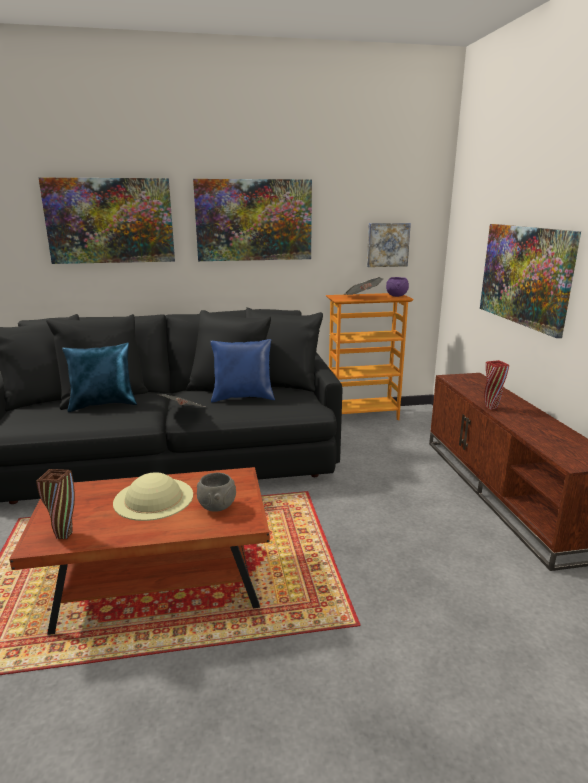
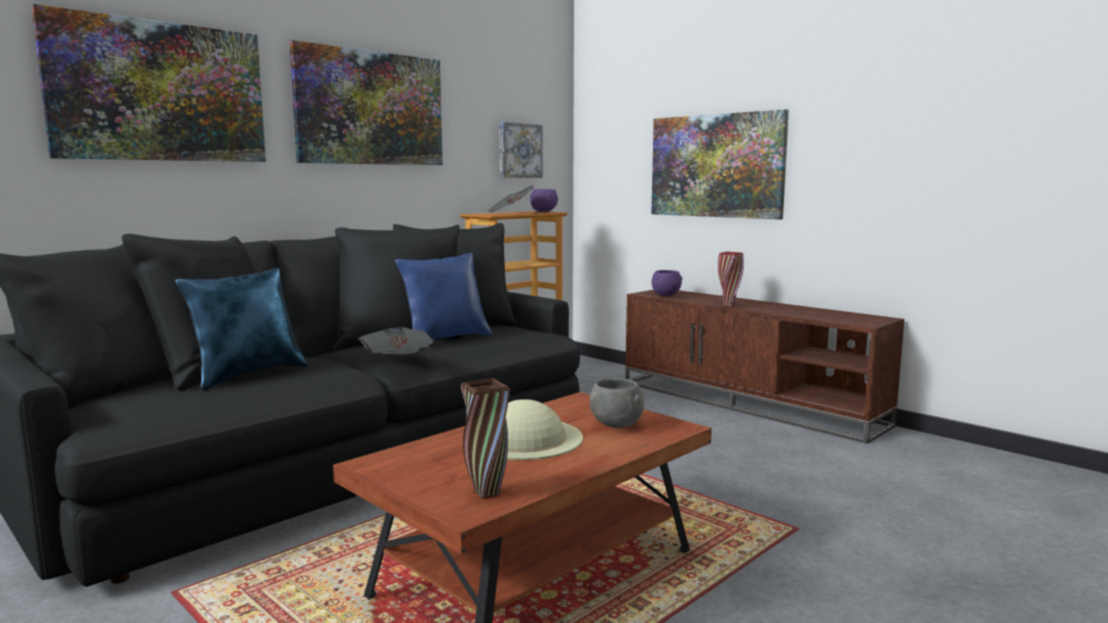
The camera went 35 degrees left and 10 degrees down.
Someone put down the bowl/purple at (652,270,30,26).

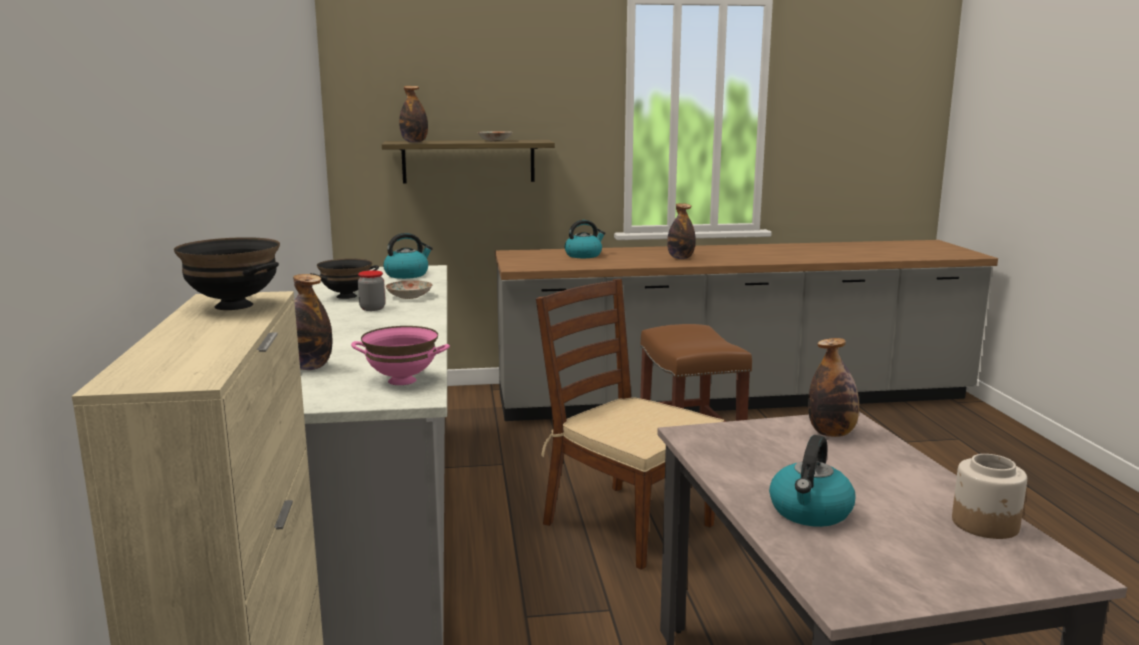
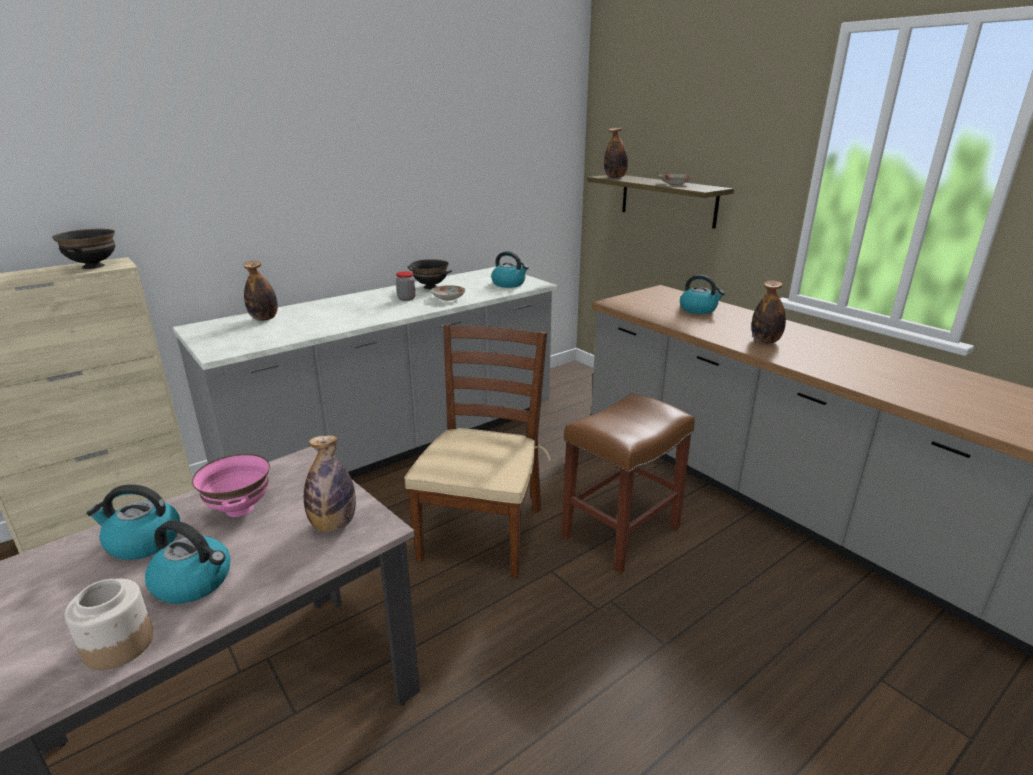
The camera went 60 degrees right and 10 degrees up.
Someone put down the kettle at (145,520,86,84).
Someone carried the bowl/pink from (351,326,99,59) to (192,454,78,63).

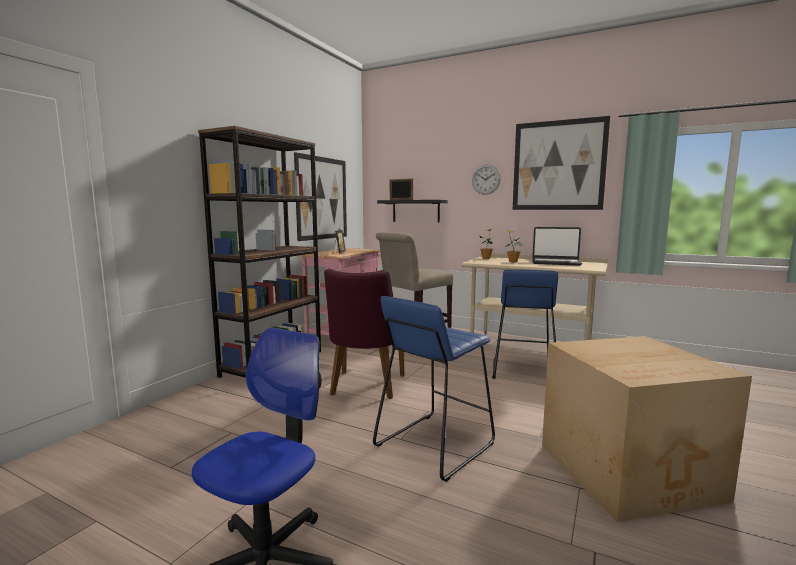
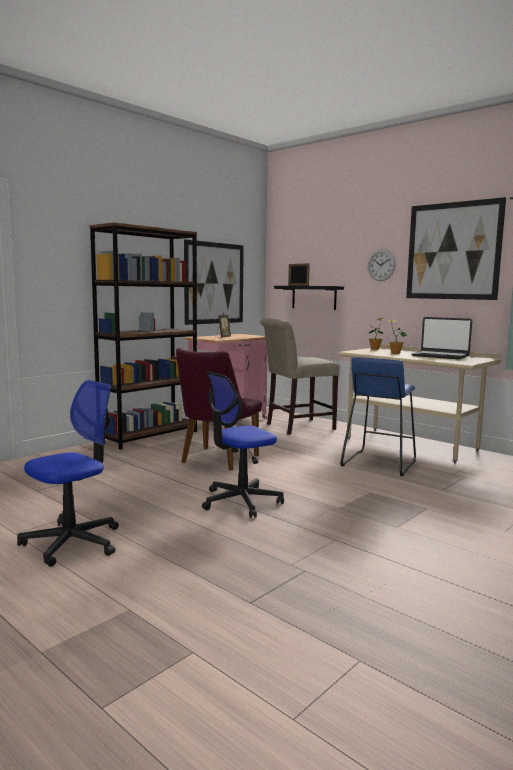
The camera went 15 degrees right and 0 degrees up.
Someone took away the cardboard box at (542,336,210,186).
Someone swapped the stool/blue at (373,296,122,186) for the office chair at (202,371,82,147).

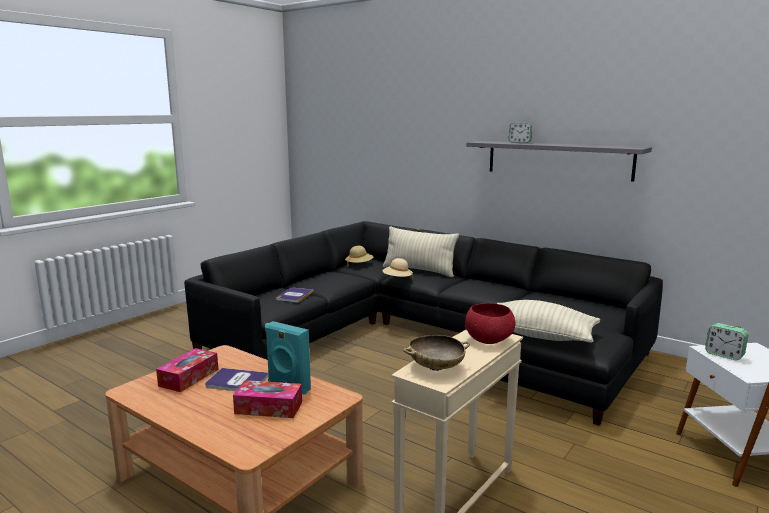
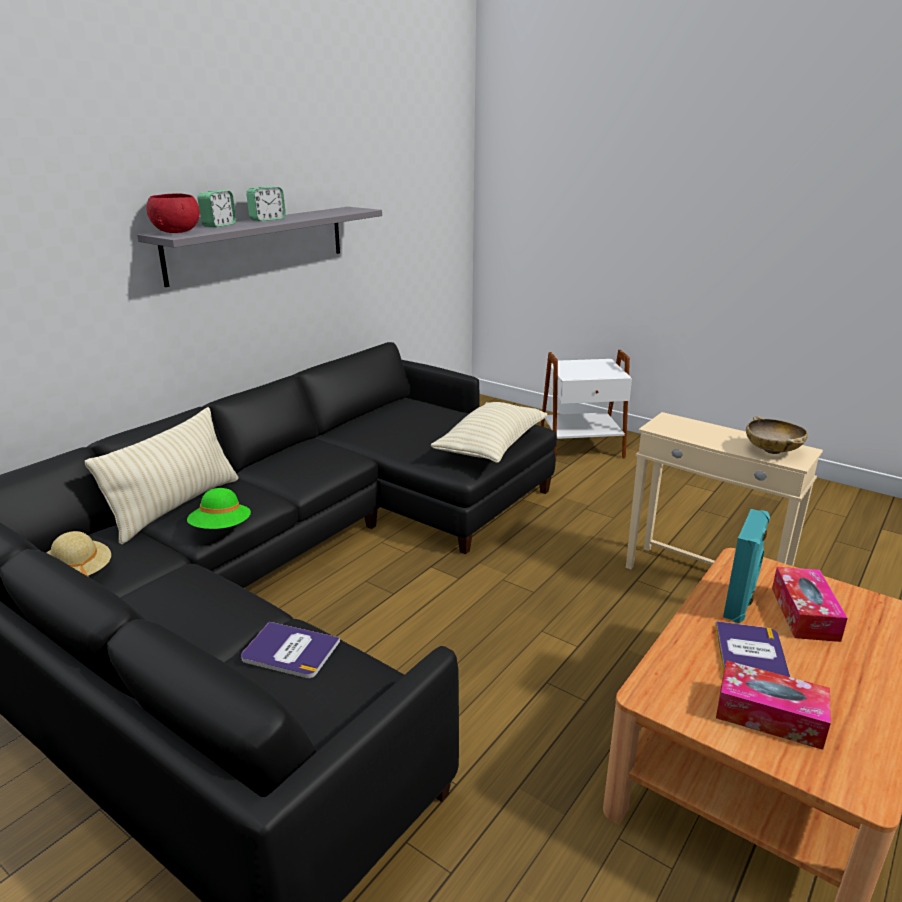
The camera went 90 degrees left and 10 degrees up.
Someone carried the bowl/red from (465,303,50,41) to (146,194,54,39).
Someone carried the alarm clock from (705,323,44,37) to (246,187,40,35).
Someone repainted the hat/beige at (382,258,31,23), which became the hat/green at (187,488,64,41).

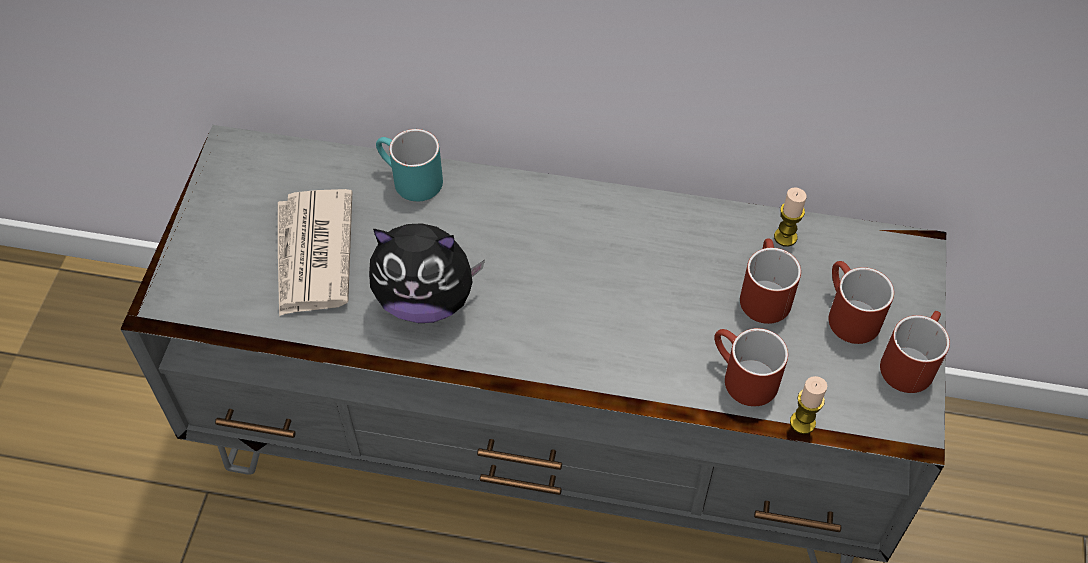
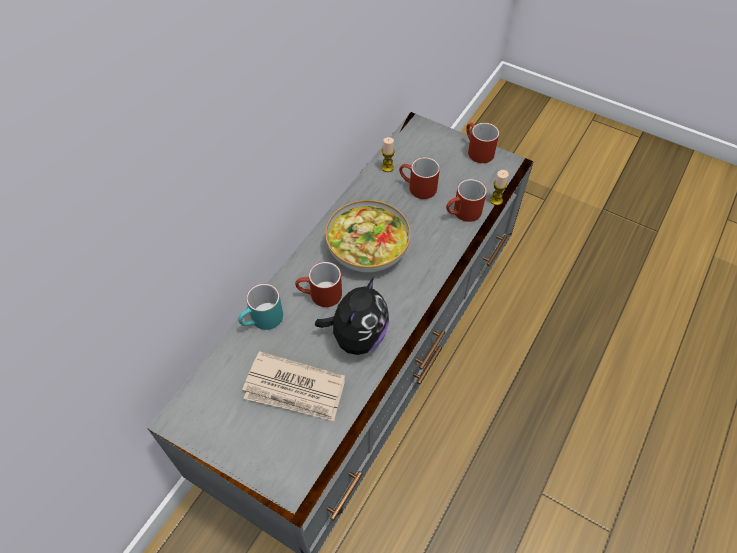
The camera went 70 degrees left and 0 degrees up.
Someone put down the bowl at (325,200,86,72).
Someone carried the mug/red from (829,261,65,83) to (295,262,47,45).

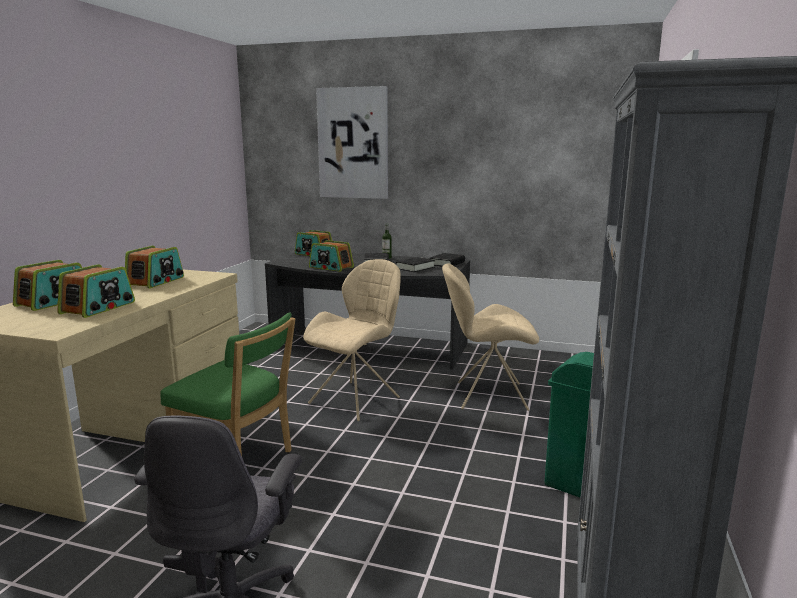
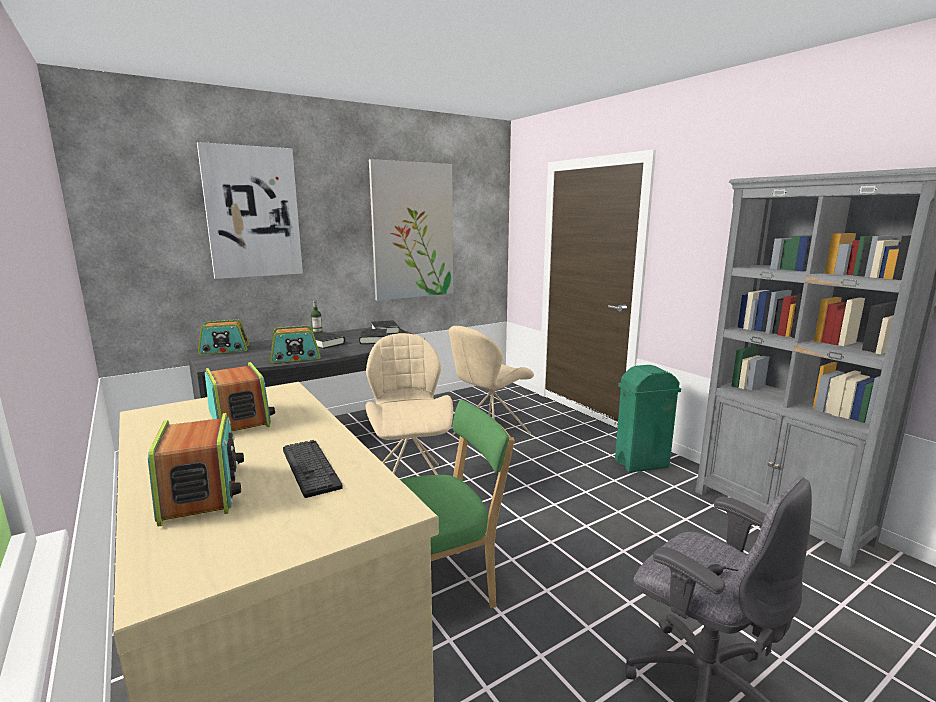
The camera went 50 degrees left and 0 degrees up.
Someone put up the picture at (369,159,84,142).
Someone swapped the radio at (58,264,77,54) for the keyboard at (283,440,60,58).

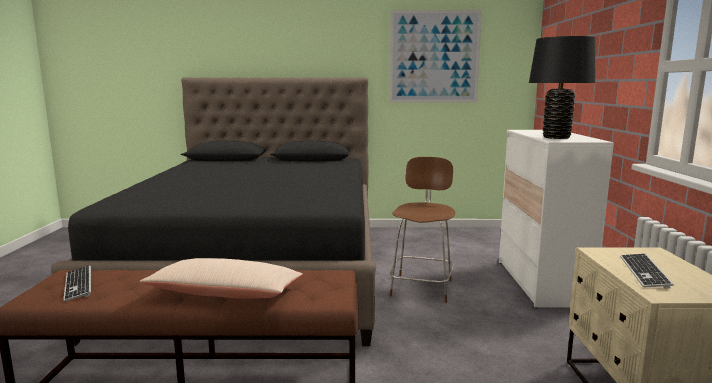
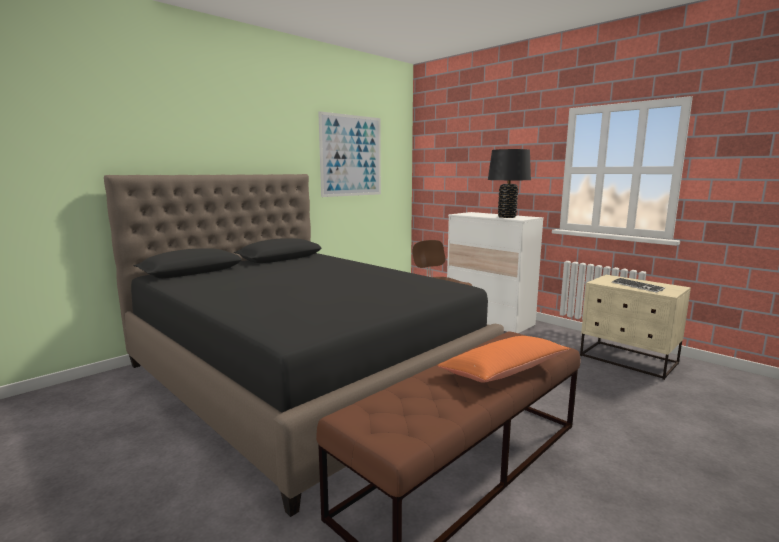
The camera went 45 degrees left and 0 degrees up.
Someone took away the keyboard at (63,265,28,37).
Someone repainted the pillow/beige at (139,258,164,41), which became the pillow/orange at (438,336,132,46).

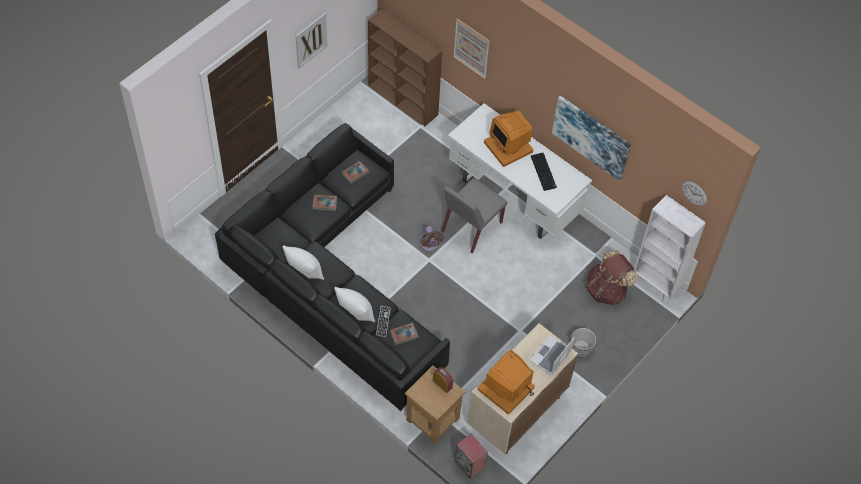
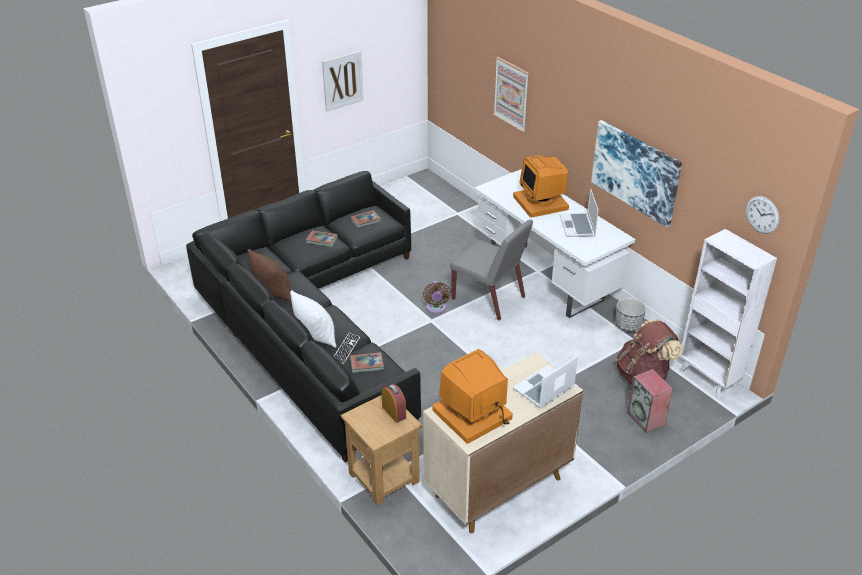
The camera went 15 degrees right and 20 degrees down.
Someone took away the bookcase/brown at (368,9,74,117).
Someone carried the speaker from (454,434,34,45) to (627,369,46,64).
Someone carried the planter from (571,328,25,30) to (615,298,31,34).
Someone swapped the keyboard at (531,153,26,38) for the laptop at (560,189,39,48).
Someone repainted the pillow/white at (283,245,41,35), which became the pillow/brown at (248,249,43,53).
Someone rotated the chair/grey at (441,178,66,75) by 105 degrees counterclockwise.

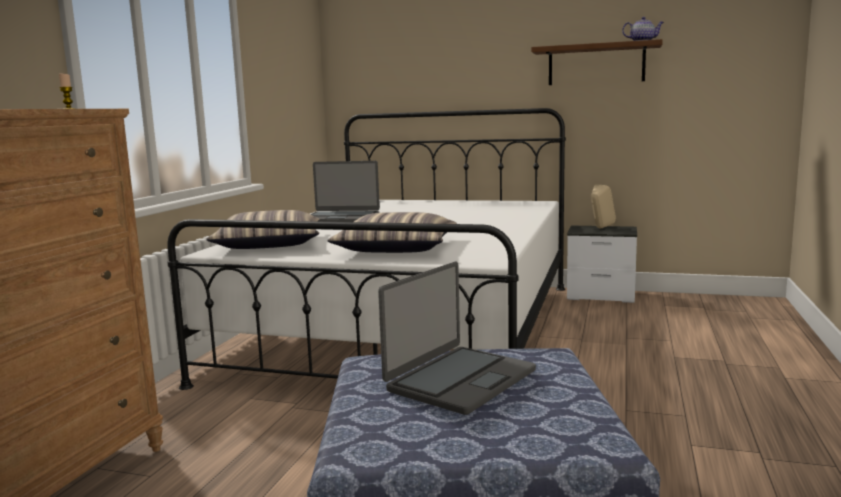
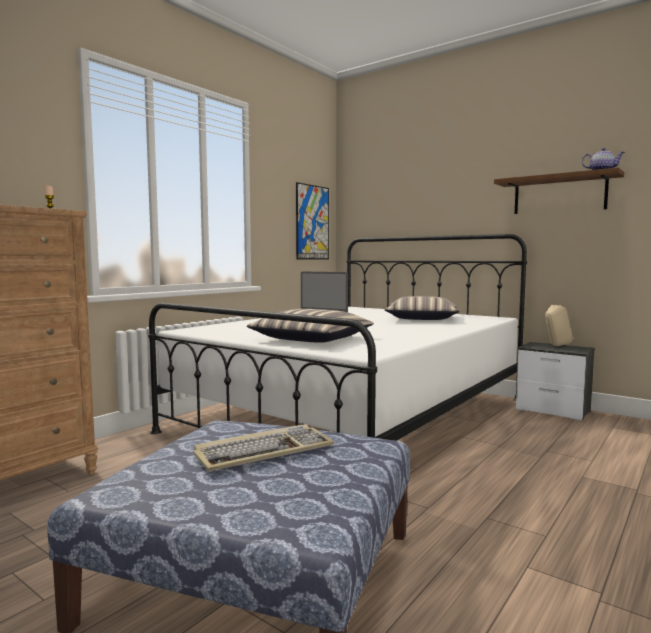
The camera went 20 degrees right and 5 degrees down.
Someone put up the picture at (296,182,33,78).
Someone carried the pillow from (207,210,113,39) to (385,296,75,24).
Someone swapped the laptop at (378,262,158,153) for the keyboard at (193,424,141,48).

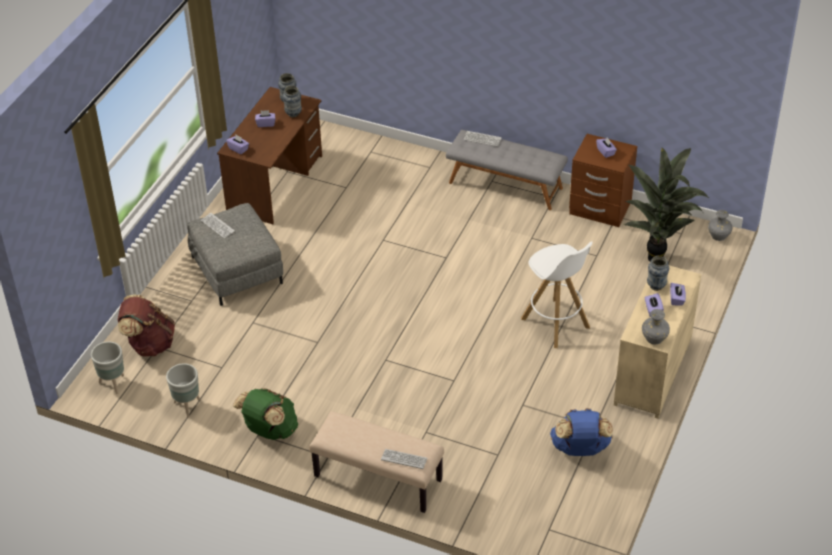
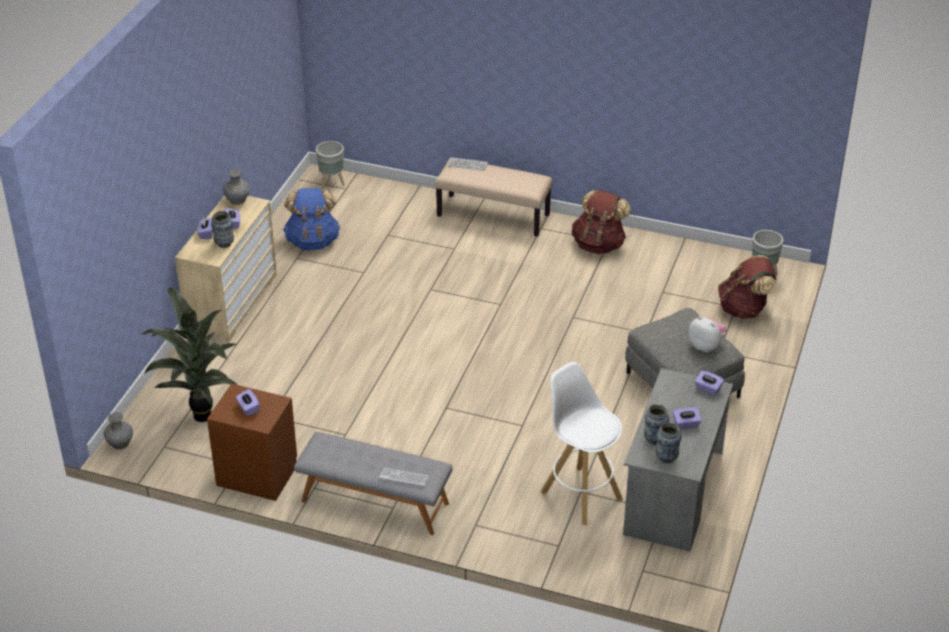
The camera went 175 degrees right and 5 degrees down.
Someone carried the planter/grey from (166,363,34,54) to (316,141,29,48).
Someone carried the stool/white from (521,242,72,106) to (541,362,82,163).
Someone swapped the keyboard at (201,213,34,26) for the plush toy at (688,316,39,37).
Someone repainted the desk/brown at (217,87,105,137), which became the desk/grey at (623,368,110,183).
Someone repainted the backpack/green at (233,388,65,52), which became the backpack/brown at (572,190,59,64).

